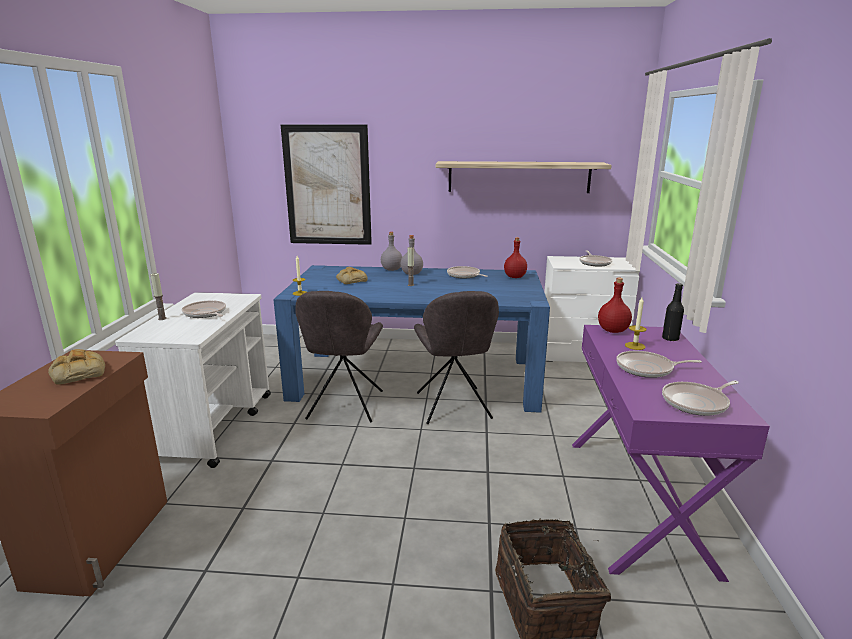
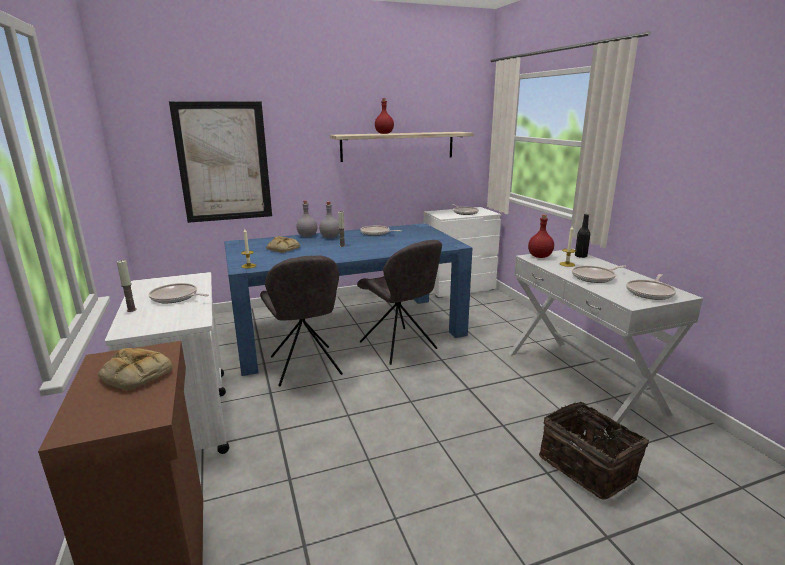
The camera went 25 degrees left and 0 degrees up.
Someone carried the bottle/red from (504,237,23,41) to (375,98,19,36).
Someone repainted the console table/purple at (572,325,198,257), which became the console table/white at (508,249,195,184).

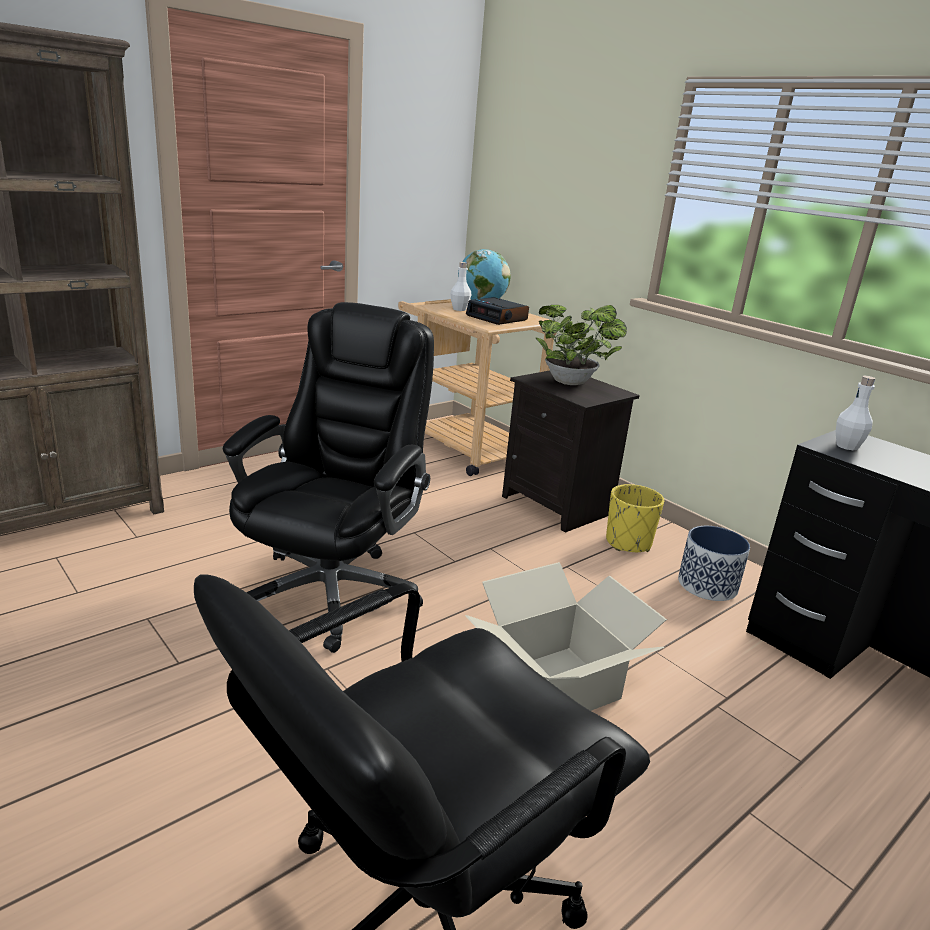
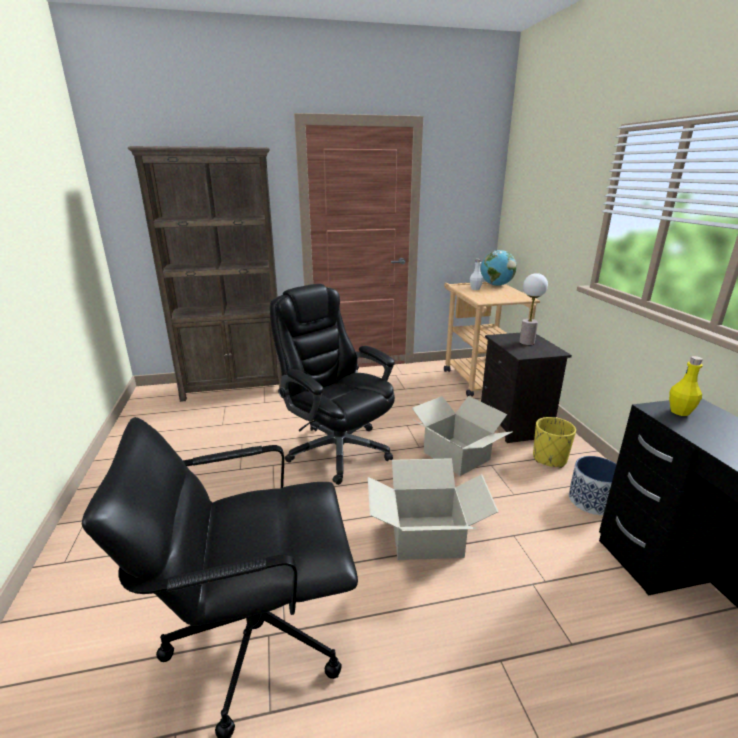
The camera went 30 degrees right and 0 degrees up.
Someone took away the alarm clock at (466,297,63,28).
Someone put down the cardboard box at (412,396,100,80).
Someone swapped the potted plant at (536,305,91,80) for the table lamp at (519,273,29,72).
Someone repainted the bottle/white at (836,376,39,74), which became the bottle/yellow at (669,356,34,60).
Someone rotated the office chair/black at (223,302,211,351) by 90 degrees counterclockwise.

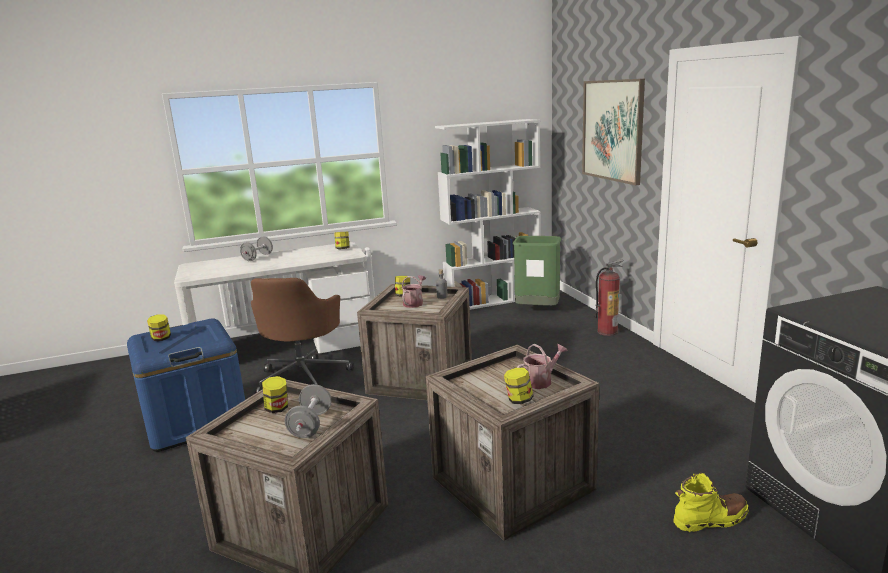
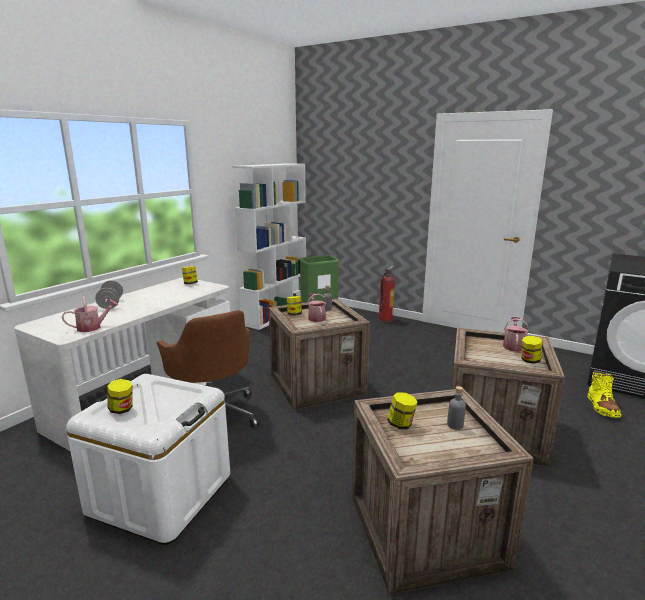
The camera went 40 degrees left and 0 degrees up.
Someone took away the picture at (582,79,63,106).
Someone put down the watering can at (62,296,56,36).
Someone swapped the dumbbell/grey at (285,384,47,54) for the bottle/grey at (447,386,19,44).
Someone repainted the storage box/blue at (127,318,118,134), which became the storage box/white at (66,374,164,171).
Someone rotated the boot/yellow at (673,472,76,60) by 150 degrees clockwise.

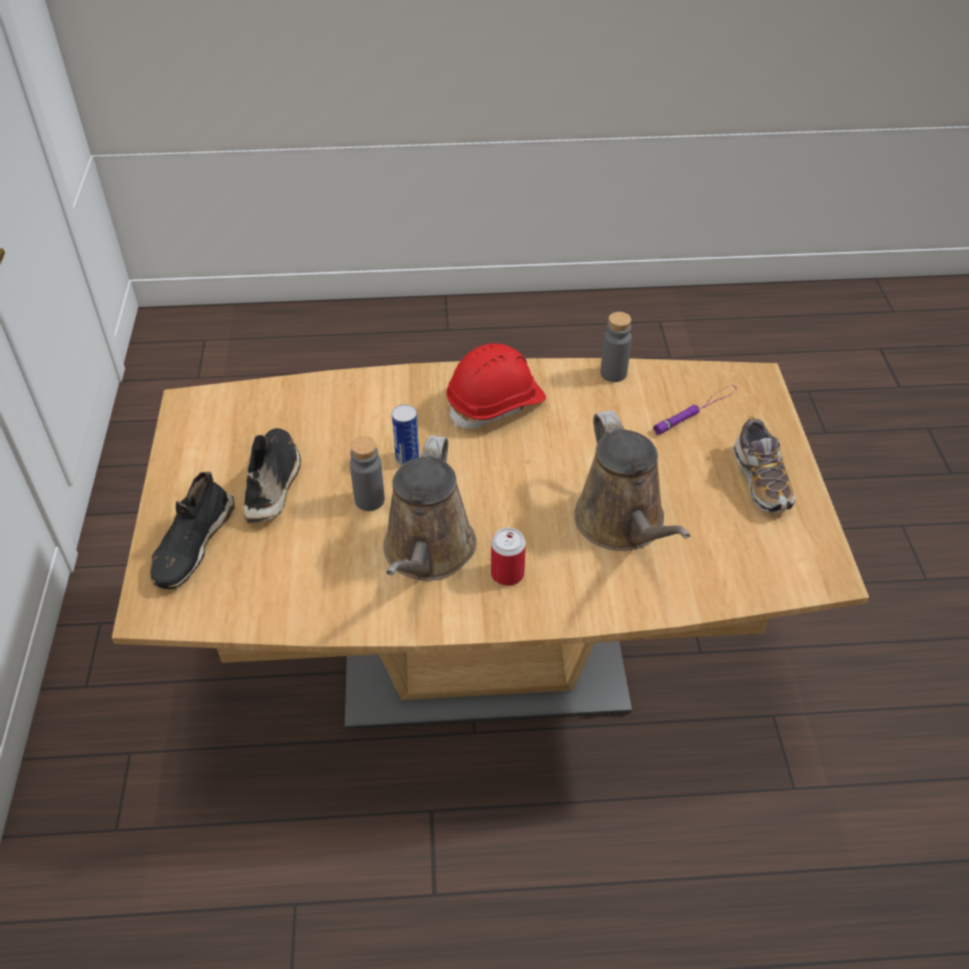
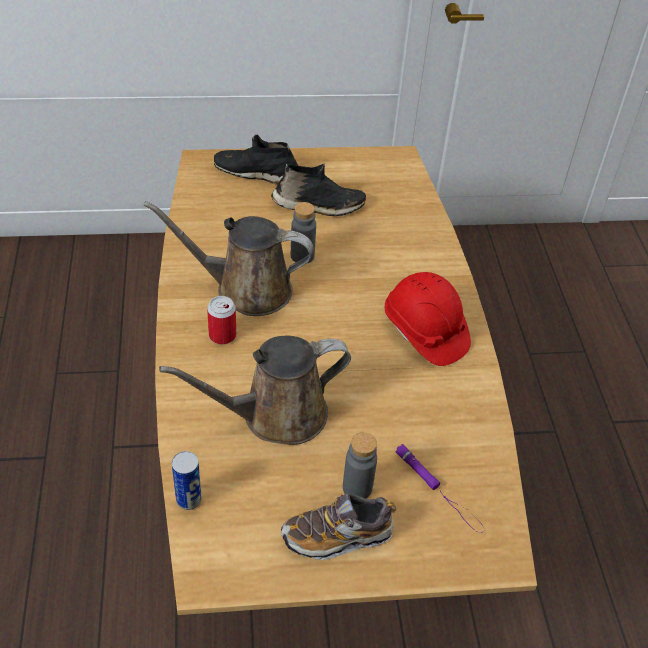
The camera went 85 degrees right and 0 degrees up.
Someone carried the can from (392,405,27,60) to (172,451,30,59).
Someone carried the bottle/grey from (600,312,32,70) to (343,432,34,67).

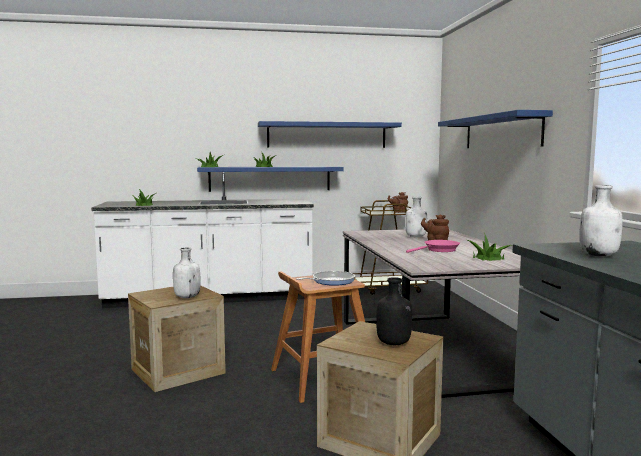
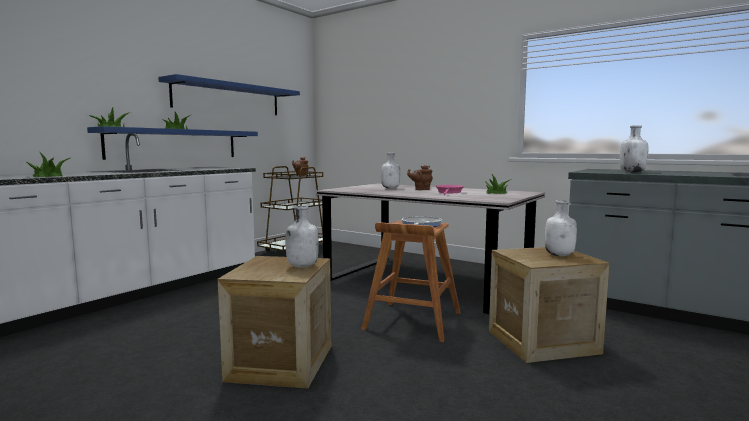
The camera went 45 degrees left and 0 degrees up.
Someone took away the shelf/blue at (438,110,115,38).
Someone repainted the bottle/black at (376,277,36,68), which became the bottle/white at (545,200,32,56).

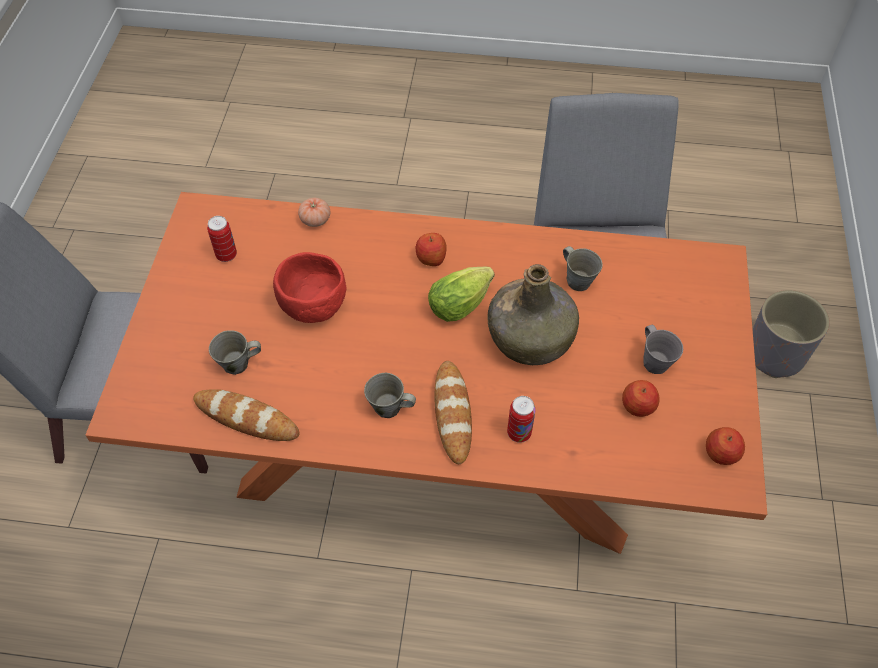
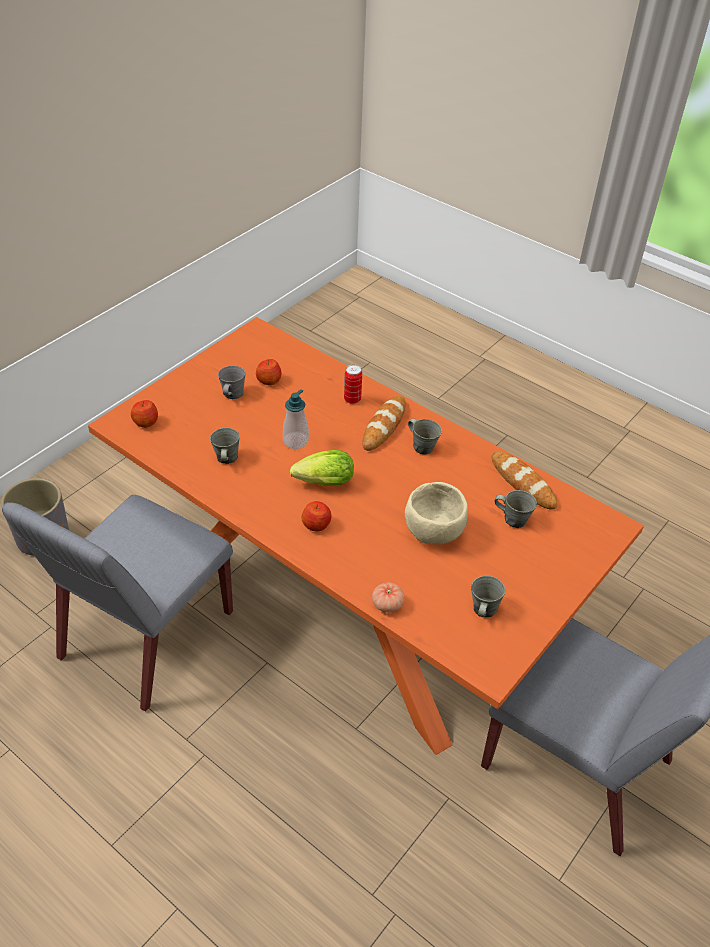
The camera went 150 degrees left and 10 degrees down.
Someone carried the apple from (706,427,39,38) to (131,400,27,28).
Someone swapped the can at (207,216,30,46) for the mug/grey at (471,576,34,41).
Someone swapped the bottle/green at (488,264,91,101) for the soap dispenser at (283,389,26,60).
Someone repainted the bowl/red at (273,252,74,71), which became the bowl/beige at (405,482,63,63).

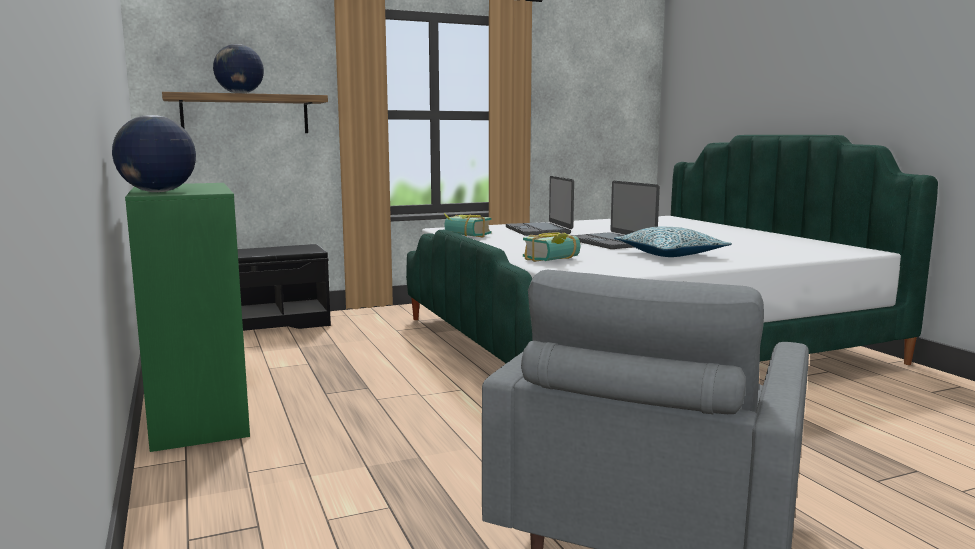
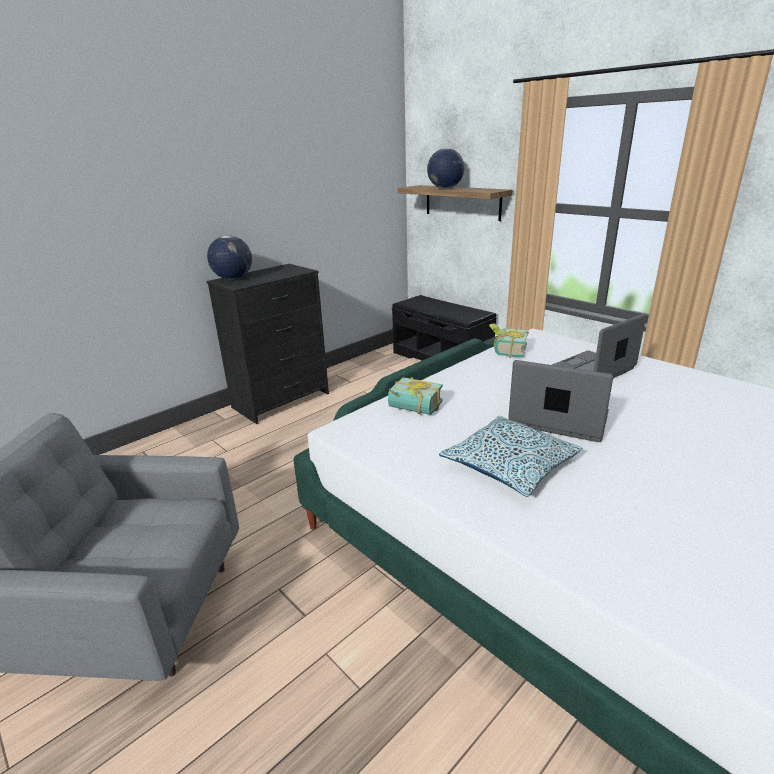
The camera went 70 degrees right and 15 degrees up.
Someone repainted the dresser/green at (125,183,125,269), which became the dresser/black at (206,264,123,160).
Someone rotated the laptop at (570,181,90,68) by 75 degrees clockwise.

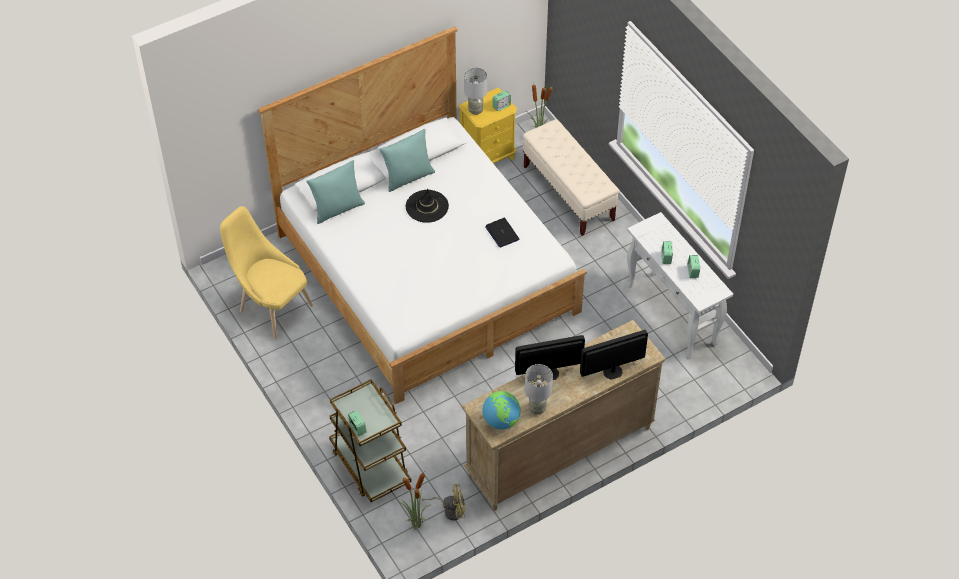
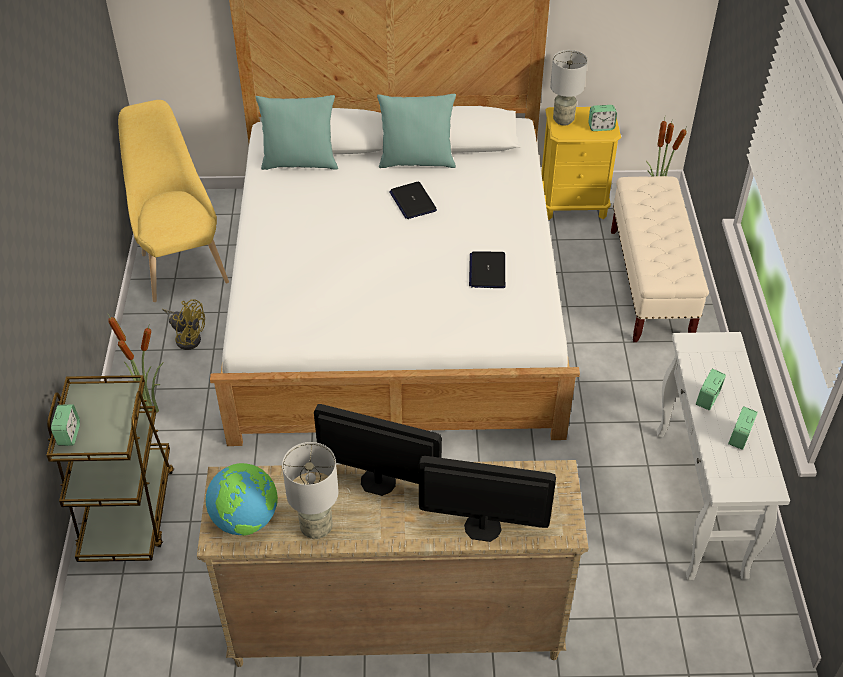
The camera went 30 degrees right and 5 degrees down.
Someone carried the potted plant from (398,473,32,57) to (108,314,56,99).
Someone carried the fan/yellow from (422,484,43,37) to (162,299,43,51).
Someone swapped the hat/black at (406,189,43,34) for the laptop at (389,181,48,38).

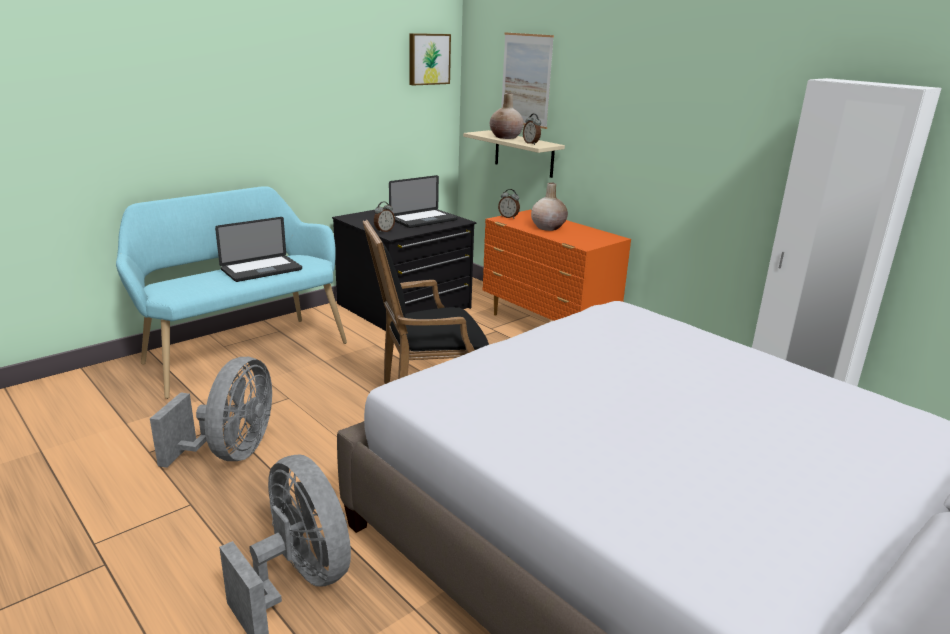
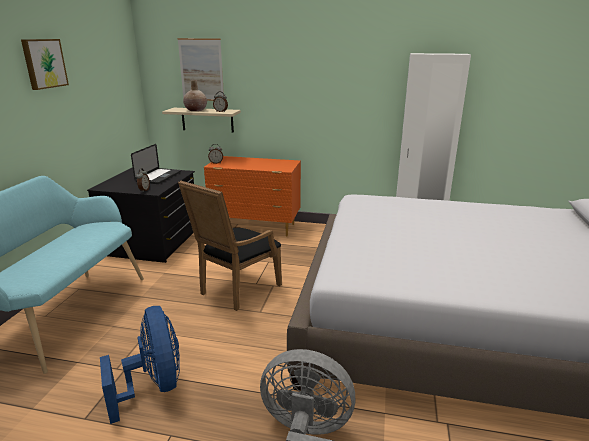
The camera went 35 degrees left and 0 degrees up.
Someone took away the laptop at (215,217,87,65).
Someone took away the vase/beige at (531,182,37,49).
Someone carried the picture from (409,33,42,53) to (21,39,48,51).
Someone repainted the fan/grey at (150,357,122,111), which became the fan/blue at (100,306,80,118).

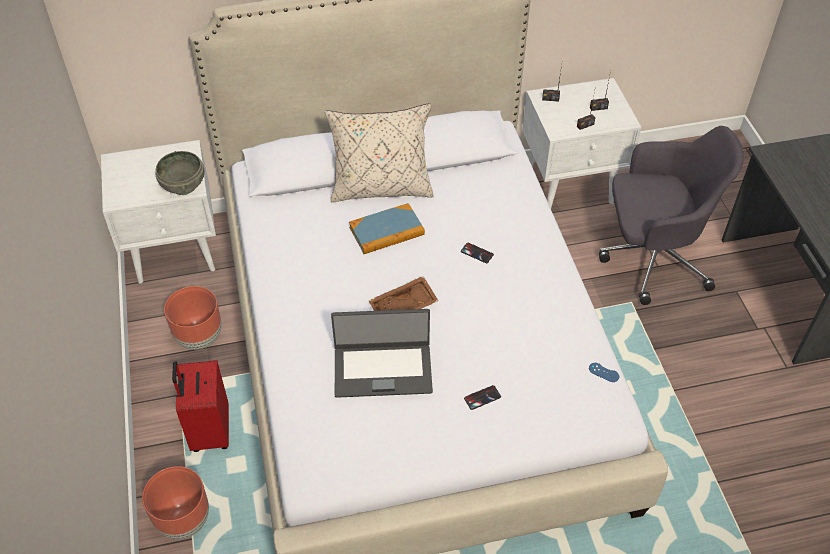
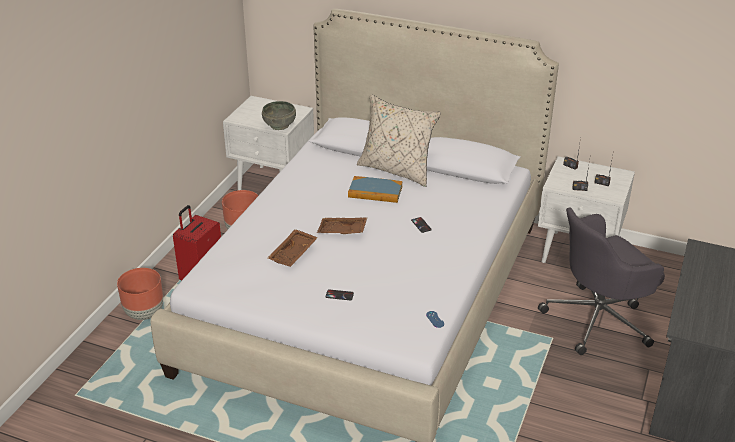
The camera went 35 degrees right and 15 degrees down.
Someone swapped the laptop at (331,309,102,89) for the tray/brown at (268,229,50,38).
Someone rotated the office chair/grey at (599,126,145,179) by 120 degrees clockwise.

